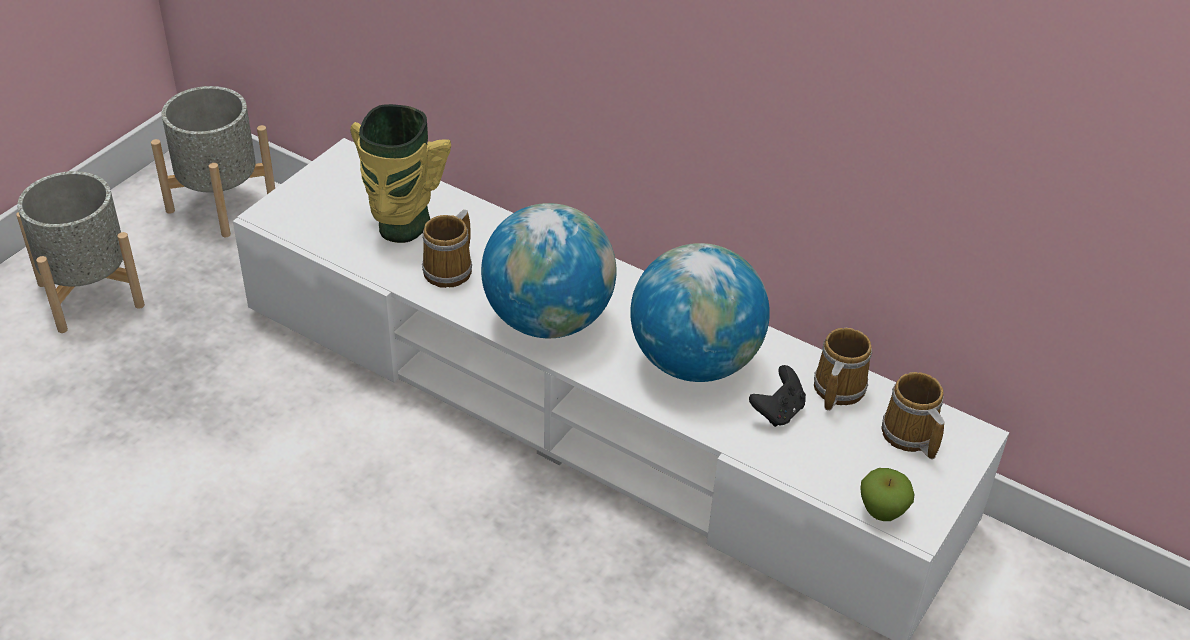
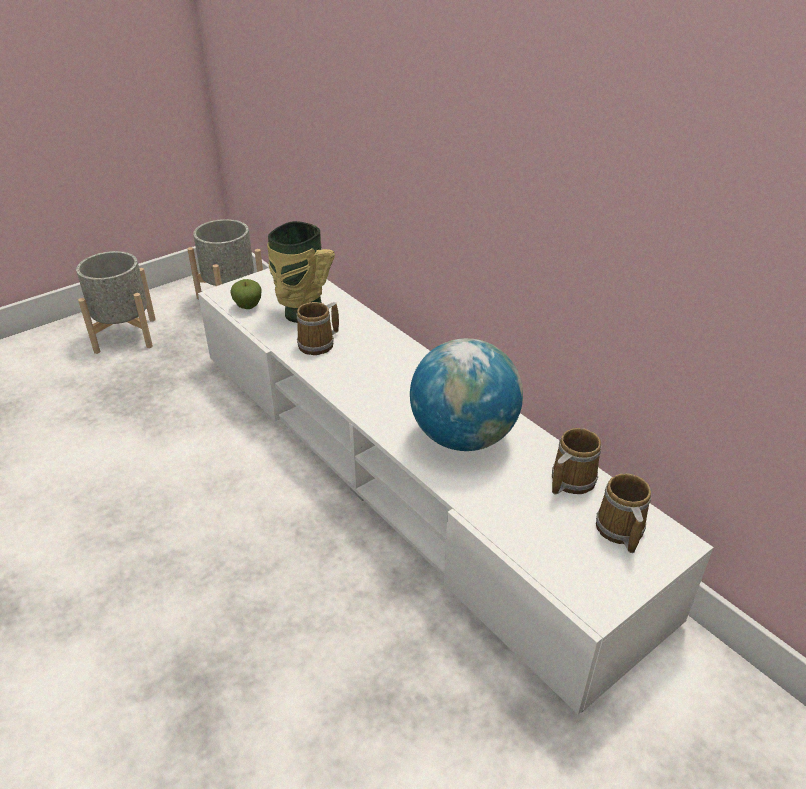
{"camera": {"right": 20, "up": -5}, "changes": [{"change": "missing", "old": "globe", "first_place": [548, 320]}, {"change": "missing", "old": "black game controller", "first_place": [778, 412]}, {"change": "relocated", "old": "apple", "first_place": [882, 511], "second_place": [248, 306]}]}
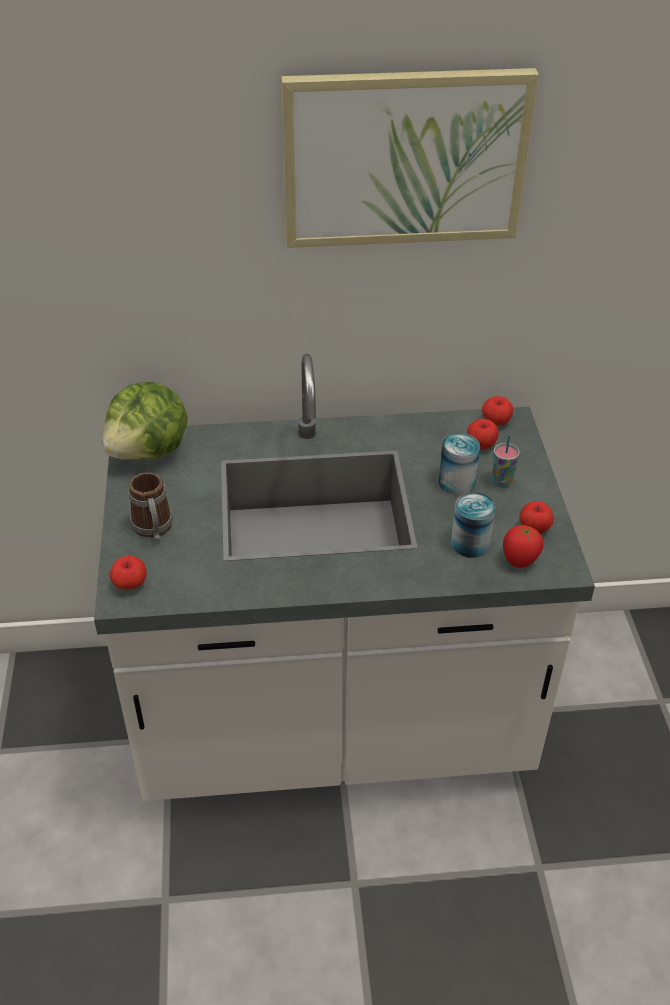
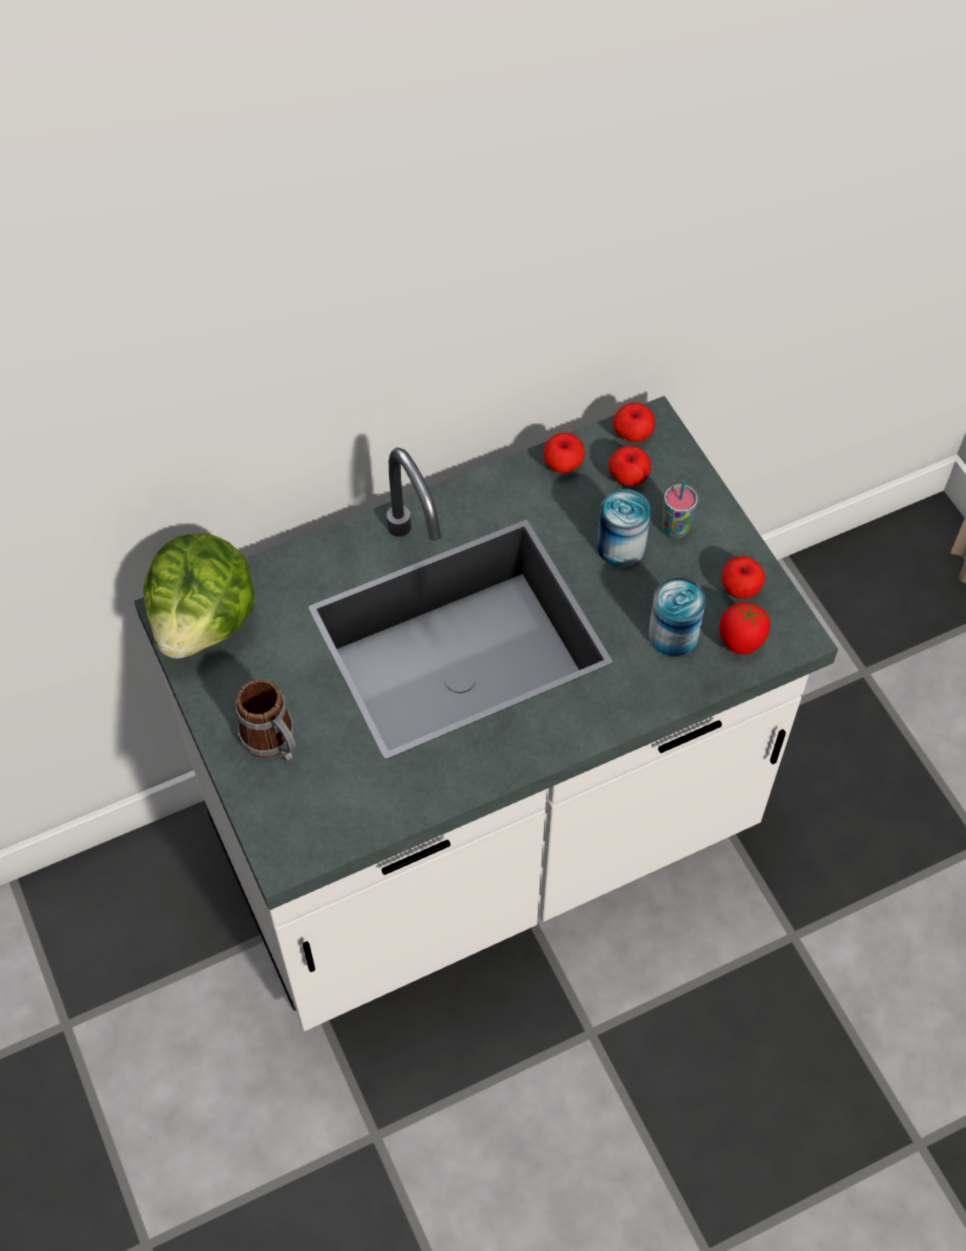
{"camera": {"right": -20, "up": 15}, "changes": [{"change": "missing", "old": "picture", "first_place": [404, 158]}, {"change": "relocated", "old": "apple", "first_place": [130, 585], "second_place": [563, 465]}]}
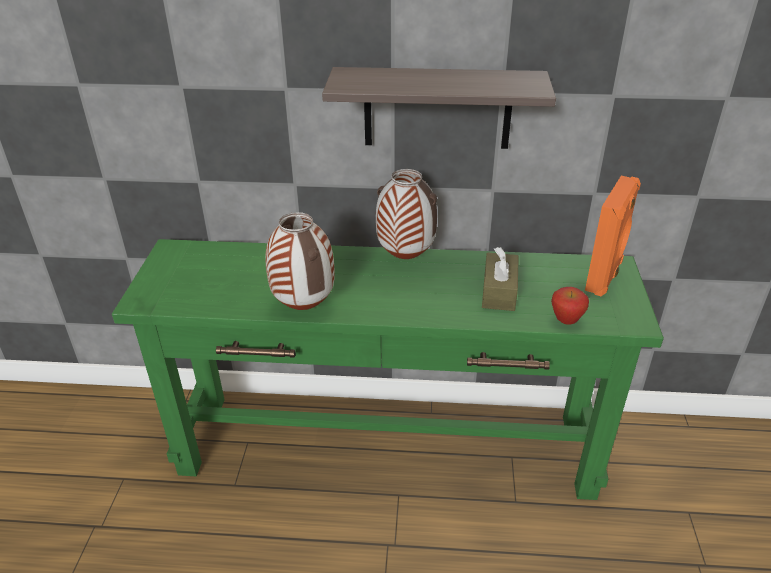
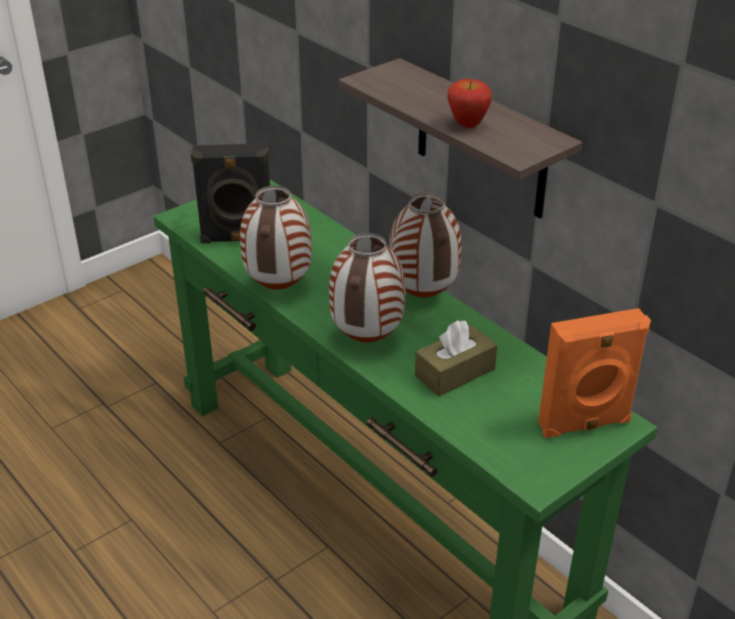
{"camera": {"right": 45, "up": 0}, "changes": [{"change": "appeared", "new": "black speaker", "second_place": [237, 239]}, {"change": "appeared", "new": "vase", "second_place": [366, 338]}, {"change": "relocated", "old": "apple", "first_place": [566, 321], "second_place": [467, 125]}]}
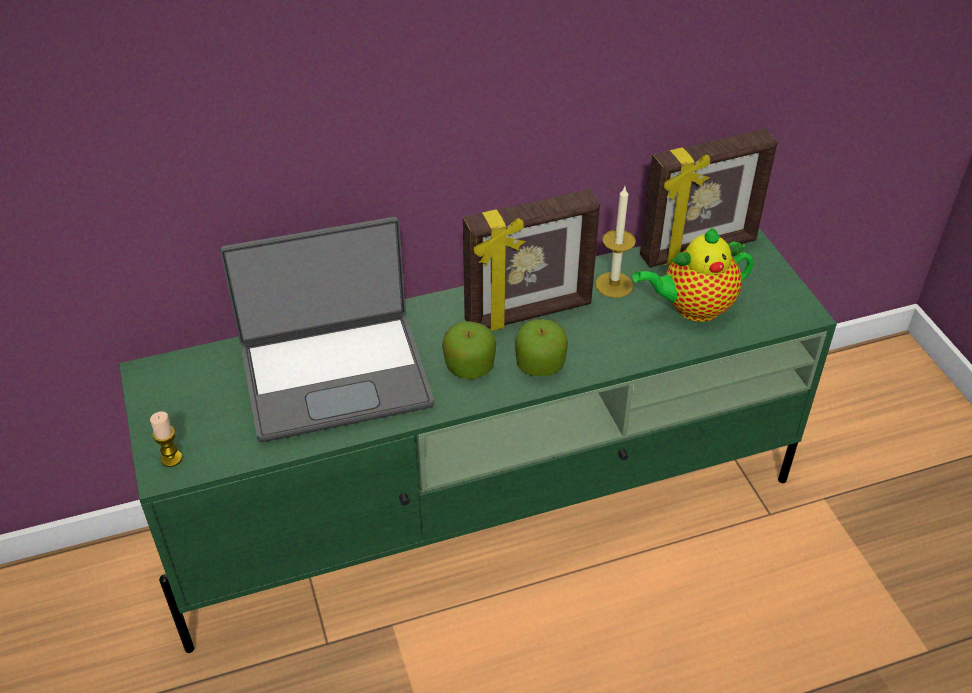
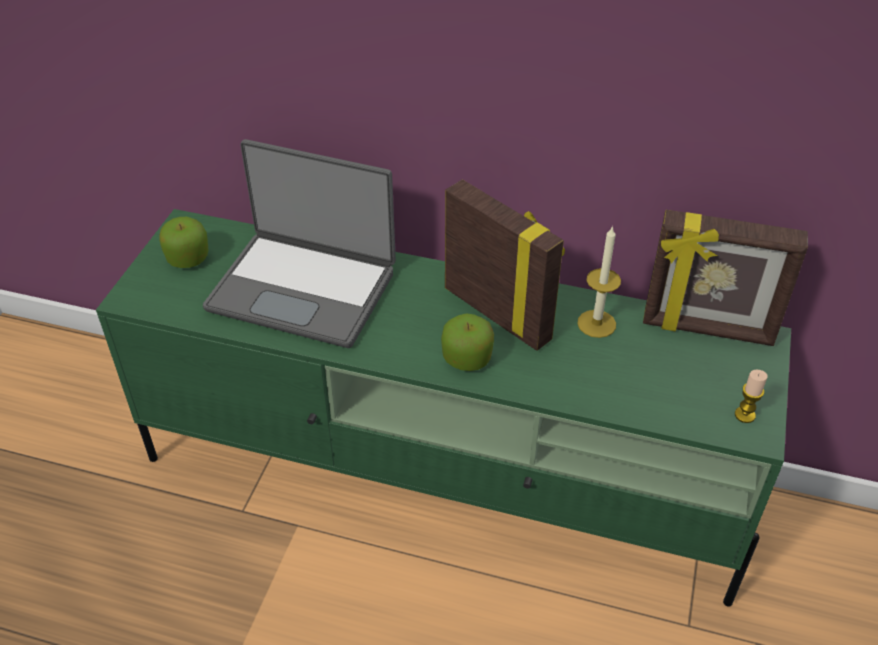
{"camera": {"right": 35, "up": 0}, "changes": [{"change": "missing", "old": "teapot", "first_place": [692, 308]}, {"change": "relocated", "old": "candle", "first_place": [171, 458], "second_place": [744, 415]}, {"change": "relocated", "old": "apple", "first_place": [469, 366], "second_place": [188, 258]}, {"change": "spun", "old": "picture frame", "first_place": [529, 314], "second_place": [498, 313], "degrees": -150}]}
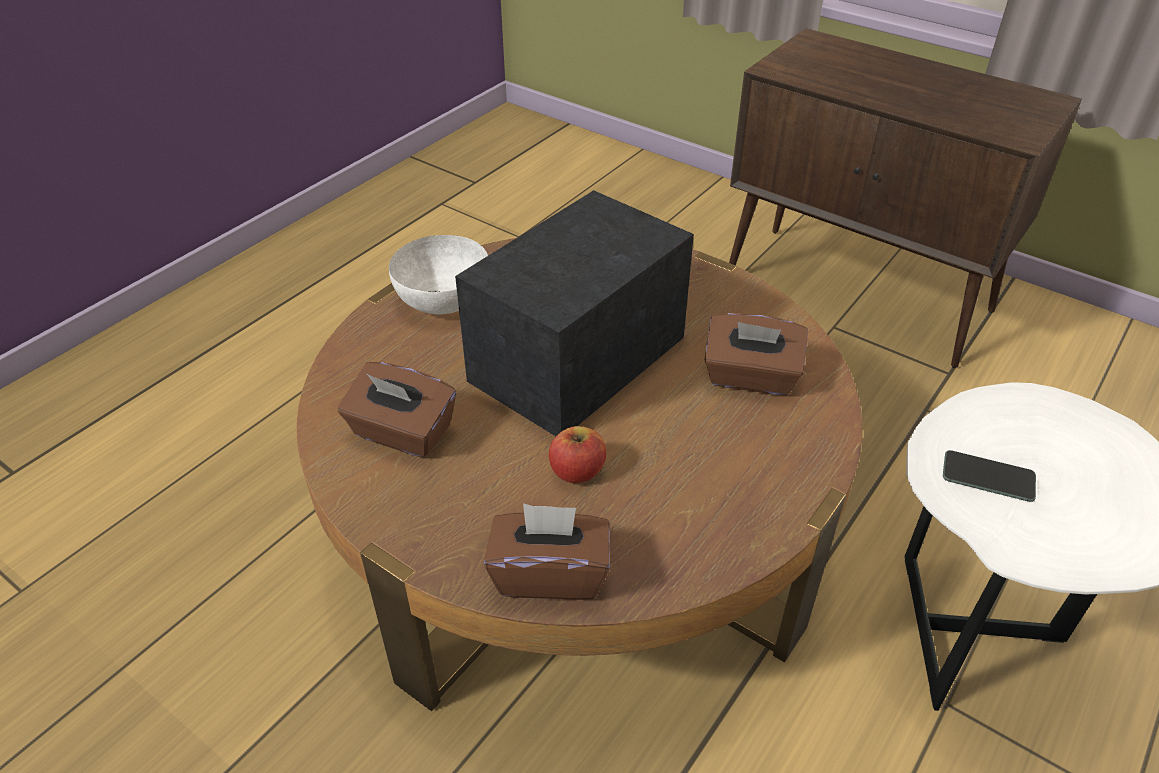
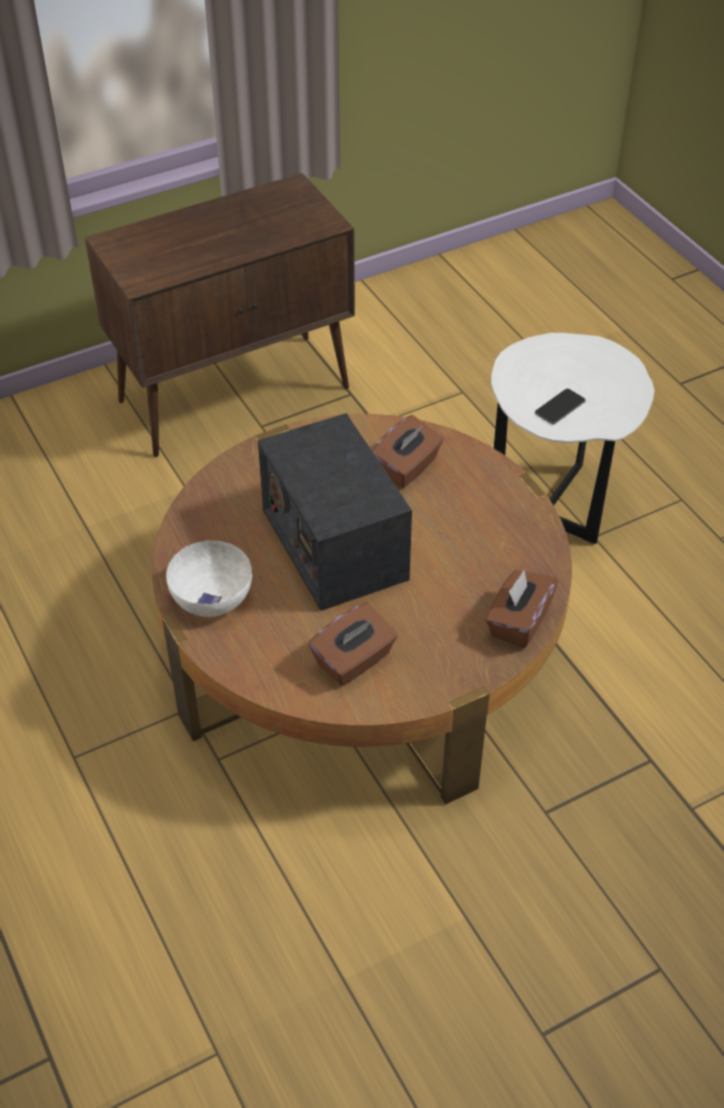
{"camera": {"right": -65, "up": 5}, "changes": [{"change": "missing", "old": "apple", "first_place": [577, 471]}]}
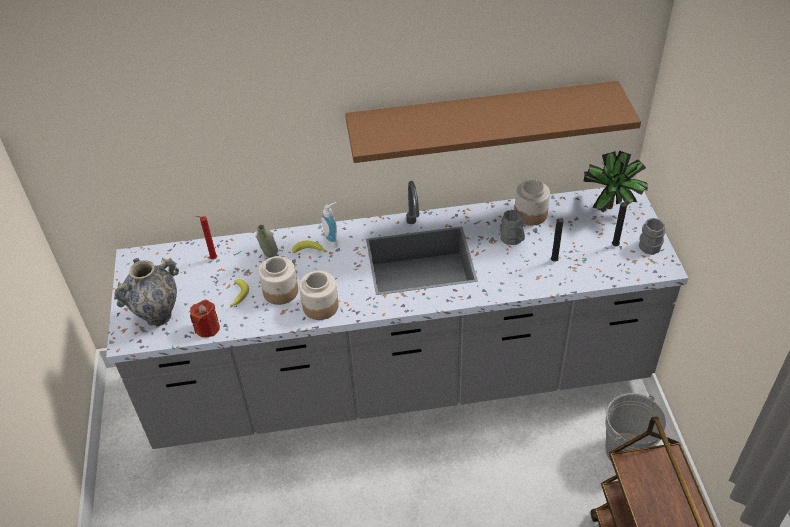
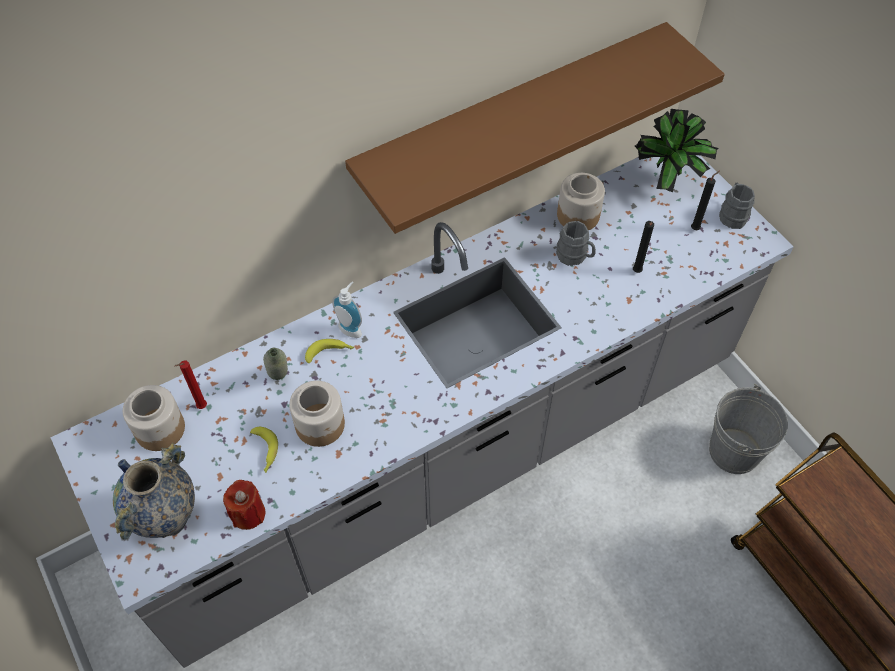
{"camera": {"right": -25, "up": 10}, "changes": [{"change": "relocated", "old": "jar", "first_place": [320, 307], "second_place": [160, 430]}]}
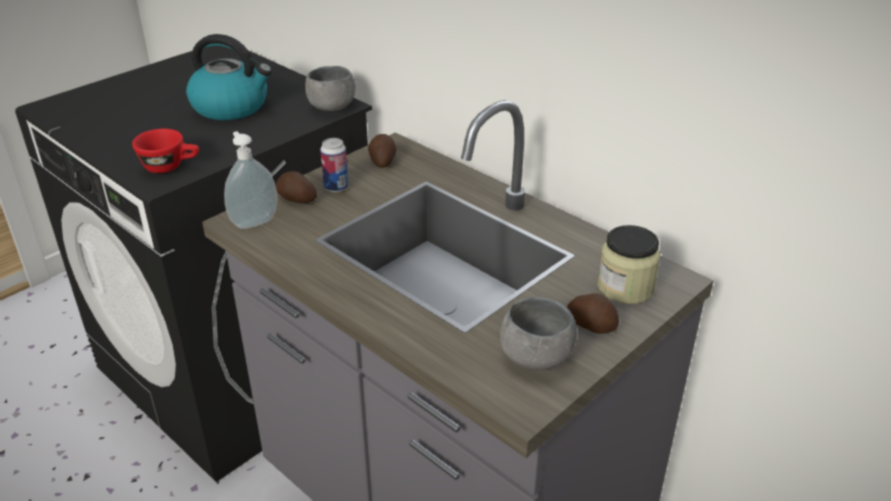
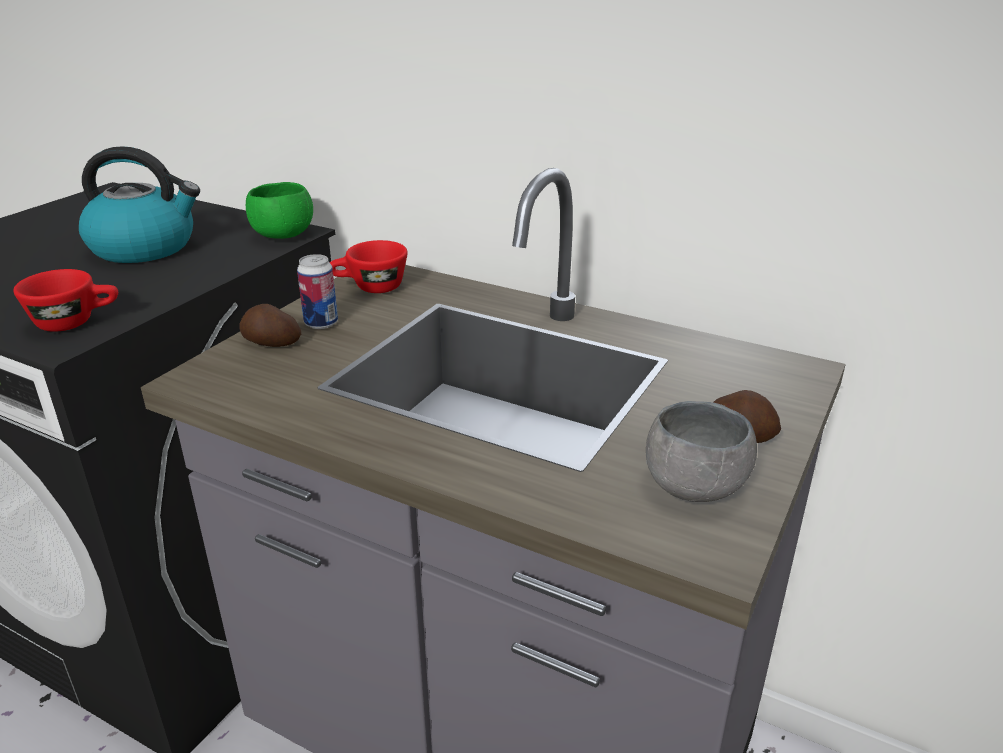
{"camera": {"right": -15, "up": -5}, "changes": [{"change": "missing", "old": "soap dispenser", "first_place": [253, 221]}, {"change": "missing", "old": "jar", "first_place": [625, 288]}, {"change": "exchanged", "old": "potato", "new": "red cup", "first_place": [382, 161], "second_place": [370, 288]}, {"change": "colour", "old": "grey bowl", "new": "green bowl", "first_place": [332, 107], "second_place": [283, 235]}]}
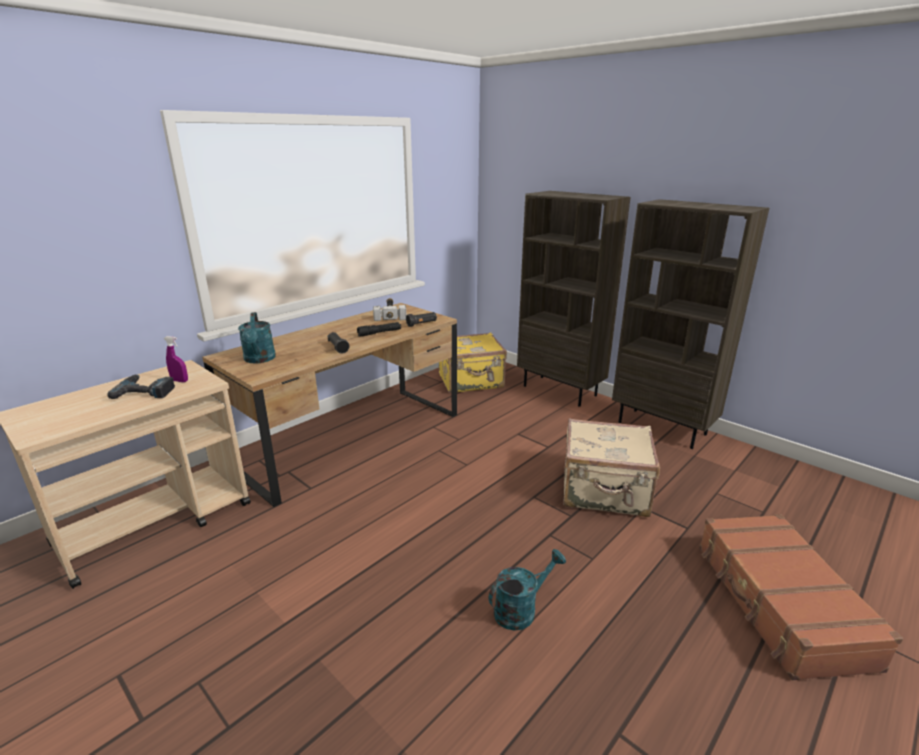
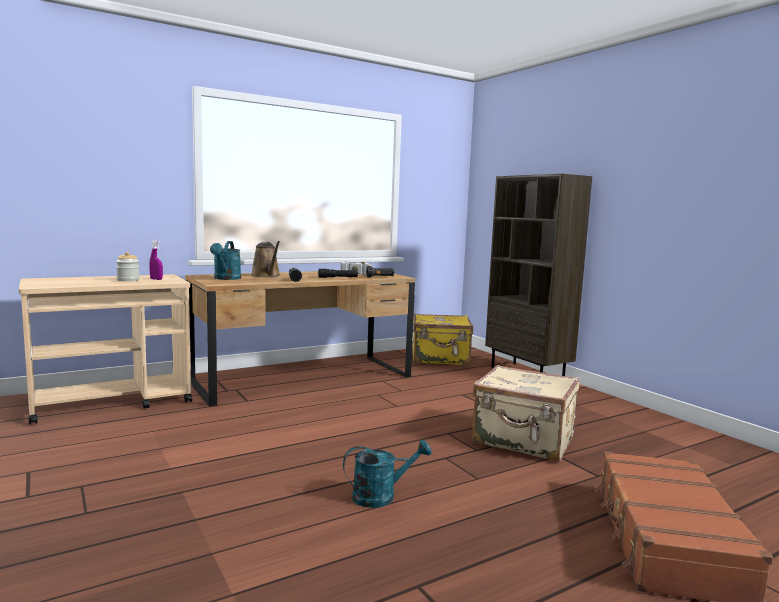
{"camera": {"right": 15, "up": -15}, "changes": [{"change": "missing", "old": "brown bookcase", "first_place": [662, 428]}, {"change": "appeared", "new": "brown watering can", "second_place": [266, 276]}, {"change": "exchanged", "old": "power drill", "new": "jar", "first_place": [146, 391], "second_place": [128, 280]}]}
